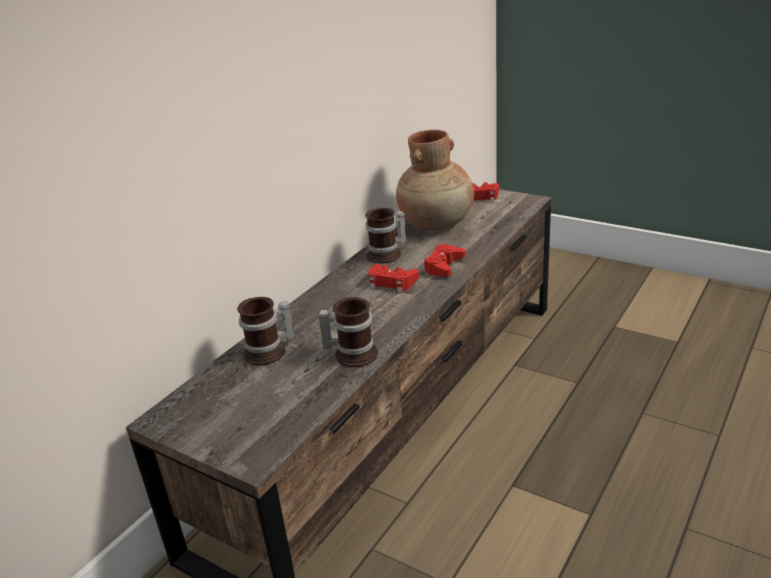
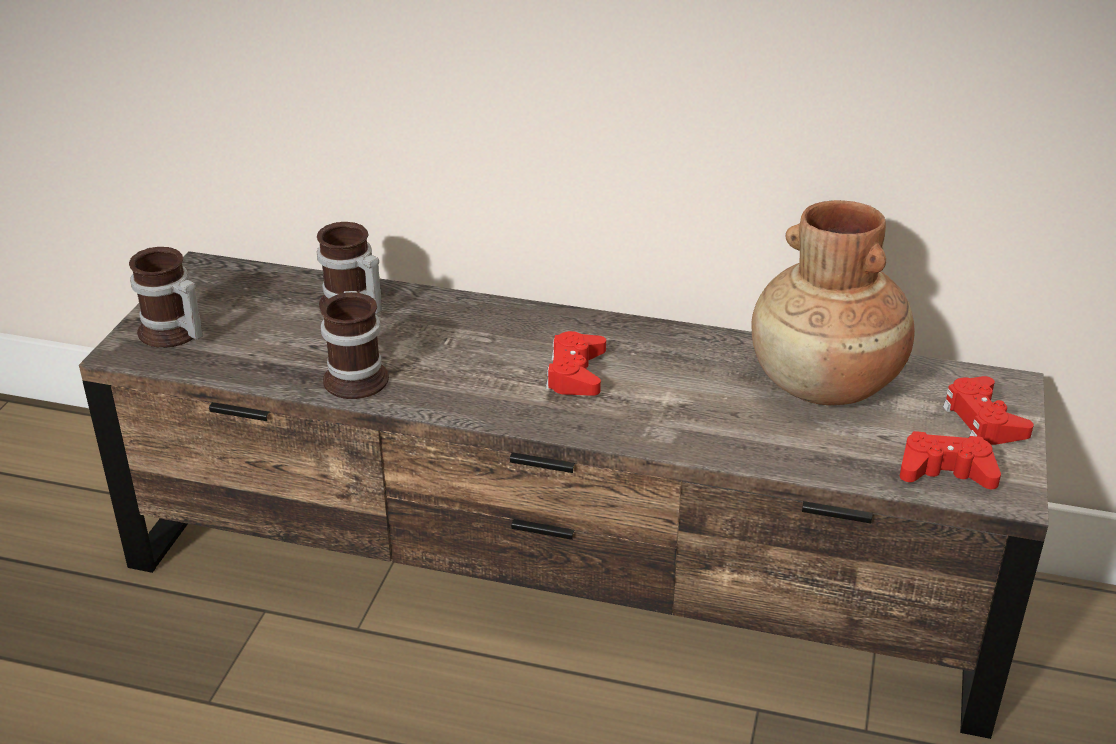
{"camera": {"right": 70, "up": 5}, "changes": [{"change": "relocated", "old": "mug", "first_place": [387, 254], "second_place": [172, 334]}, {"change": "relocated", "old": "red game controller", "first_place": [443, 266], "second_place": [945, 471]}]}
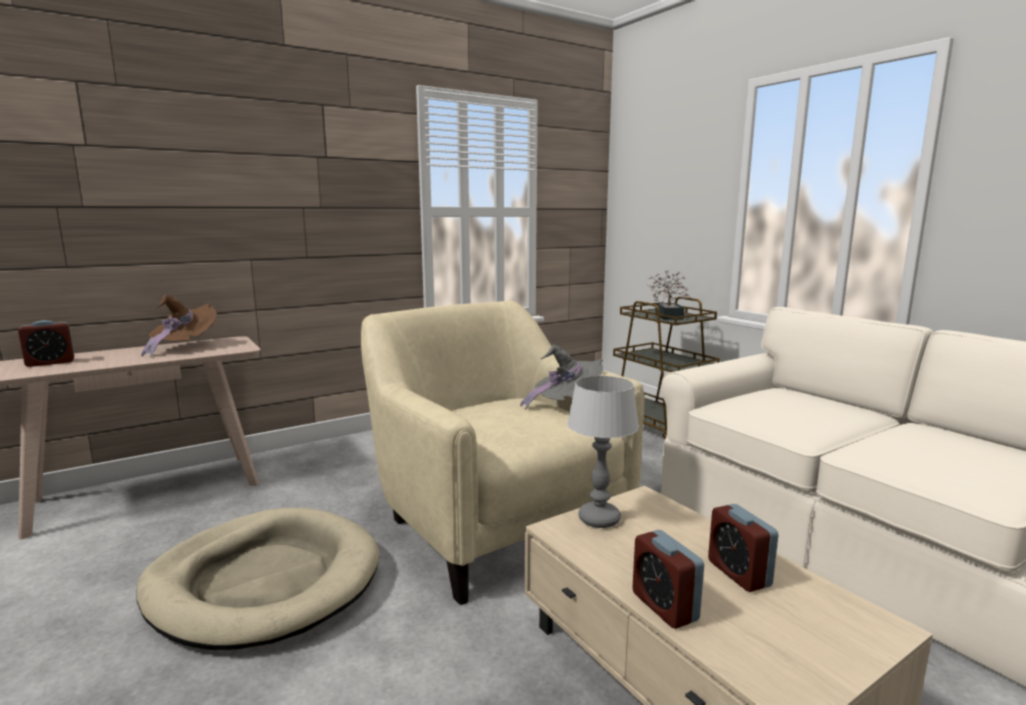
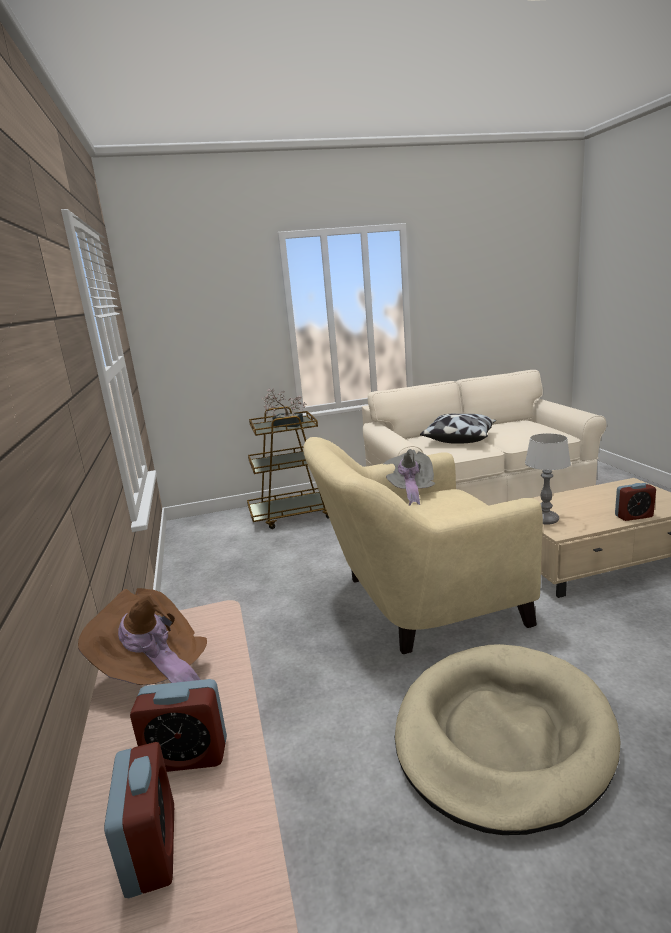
{"camera": {"right": -70, "up": 5}, "changes": [{"change": "appeared", "new": "pillow", "second_place": [459, 439]}, {"change": "relocated", "old": "alarm clock", "first_place": [738, 573], "second_place": [187, 756]}]}
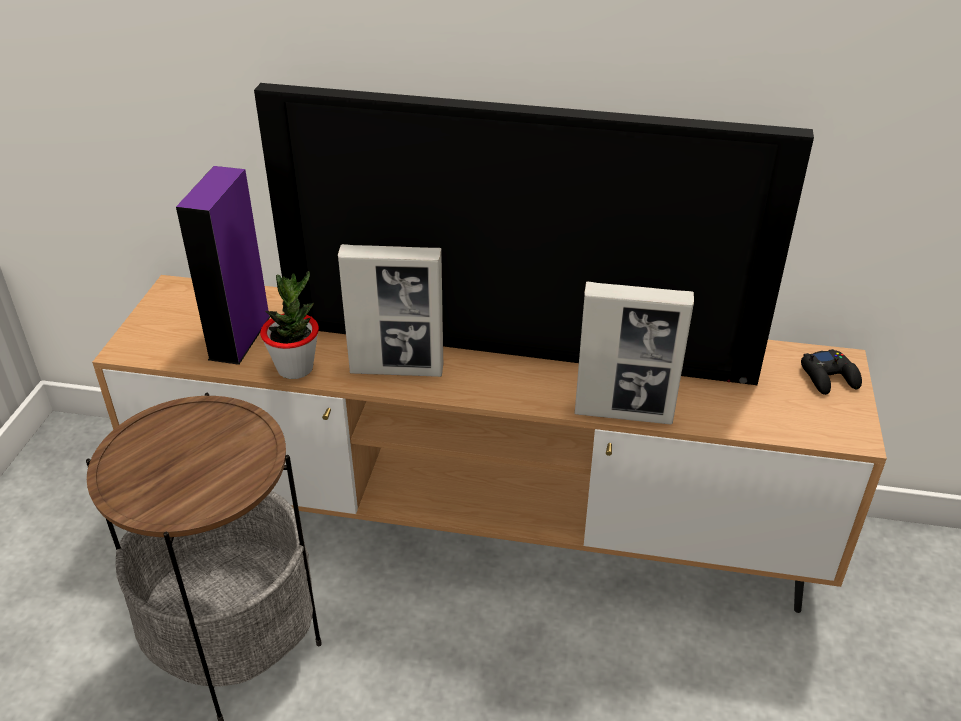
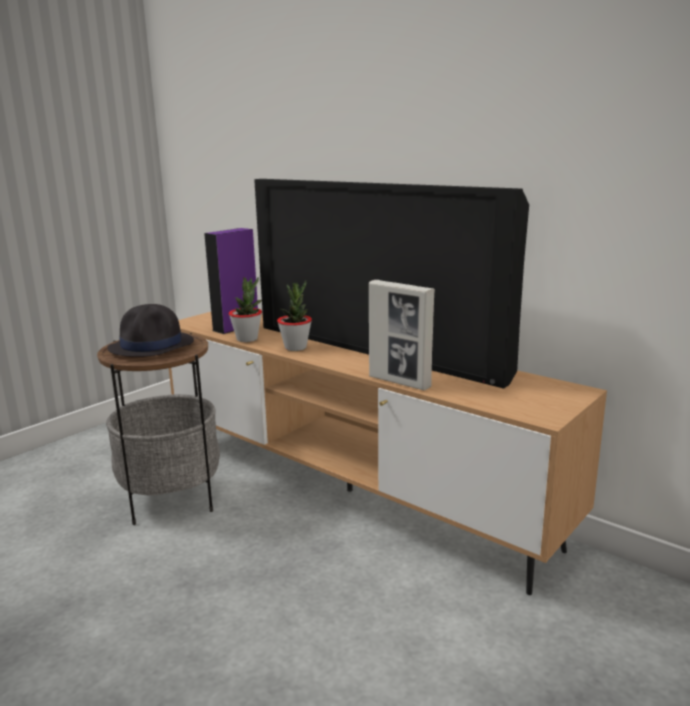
{"camera": {"right": 30, "up": -20}, "changes": [{"change": "missing", "old": "black game controller", "first_place": [829, 377]}, {"change": "appeared", "new": "black hat", "second_place": [152, 346]}, {"change": "exchanged", "old": "picture frame", "new": "potted plant", "first_place": [397, 369], "second_place": [295, 347]}]}
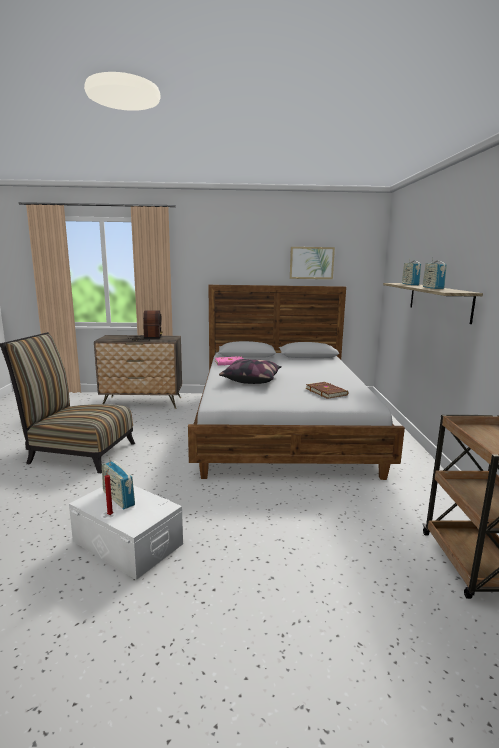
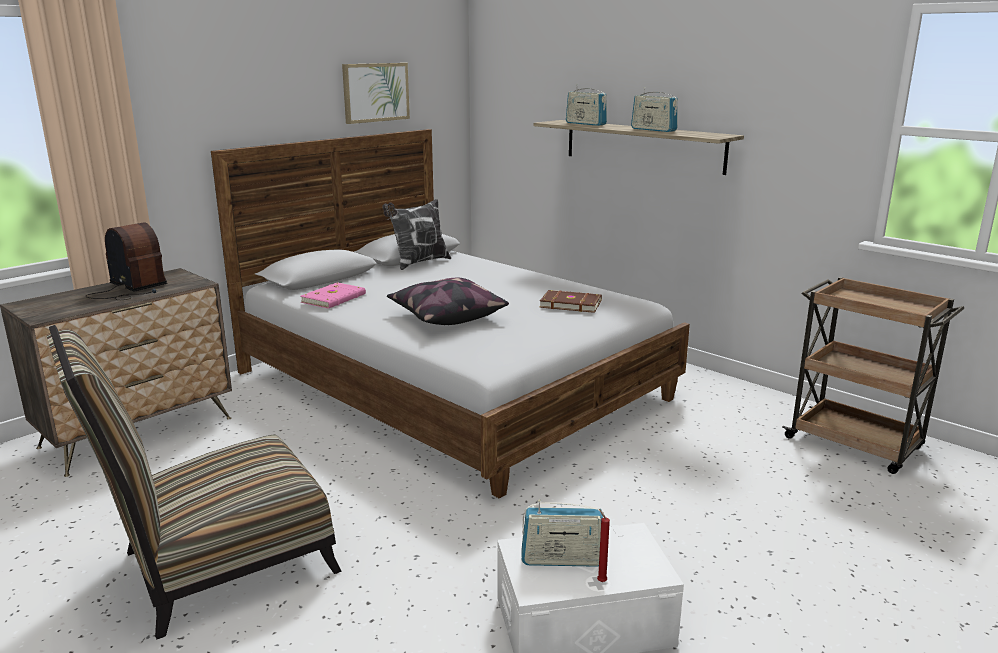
{"camera": {"right": -45, "up": 5}, "changes": [{"change": "appeared", "new": "pillow", "second_place": [419, 262]}]}
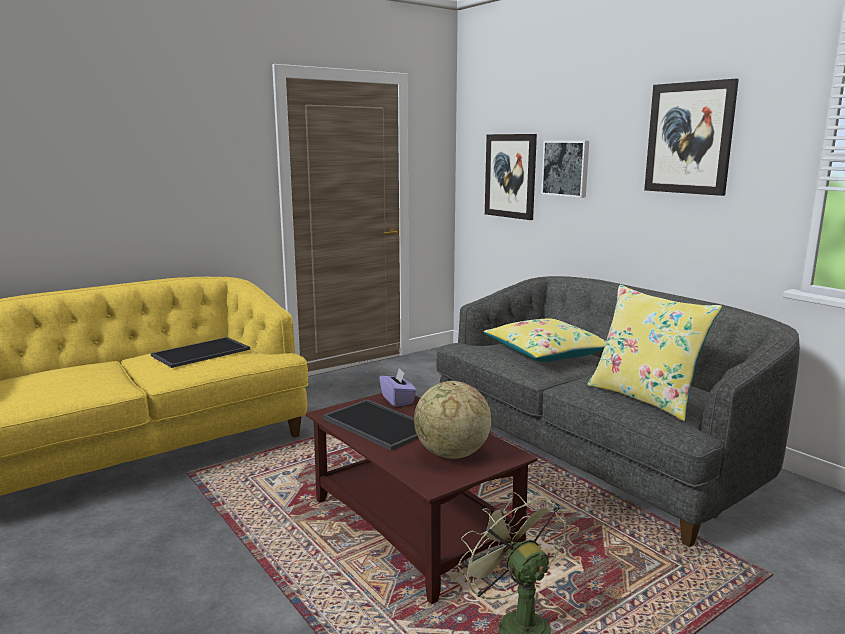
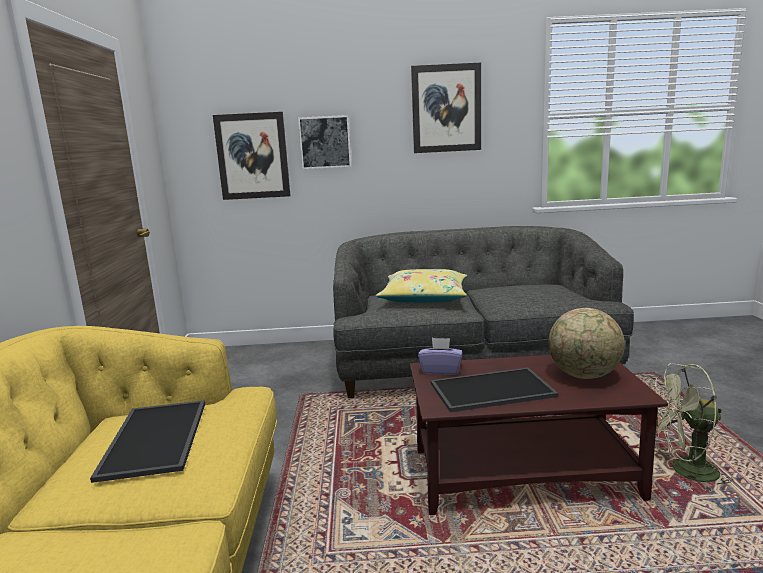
{"camera": {"right": -55, "up": 0}, "changes": [{"change": "missing", "old": "yellow pillow", "first_place": [645, 398]}]}
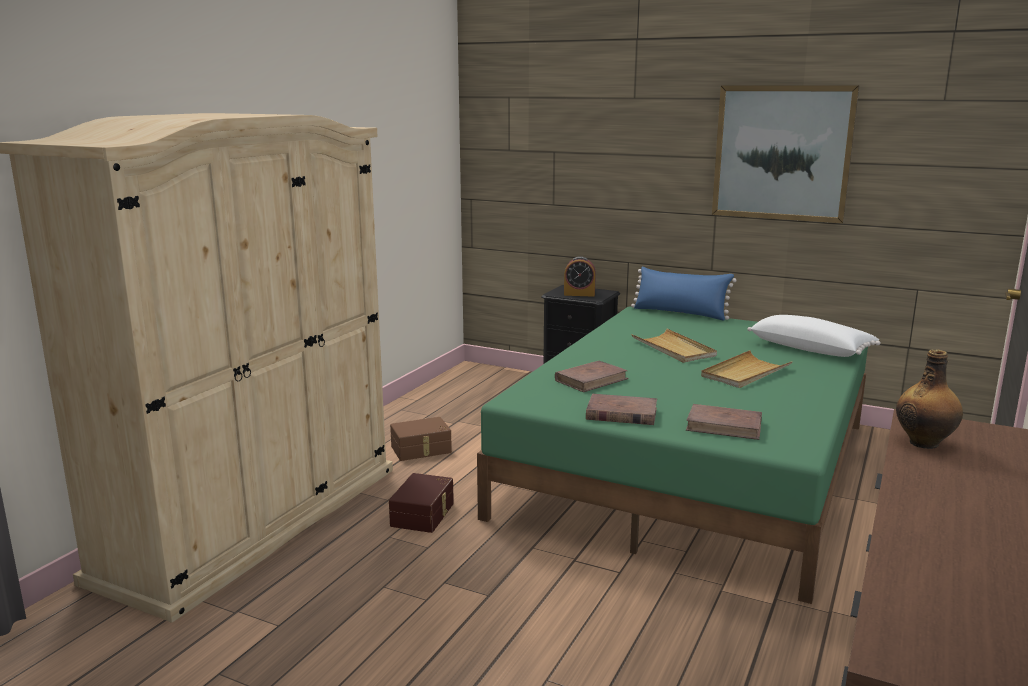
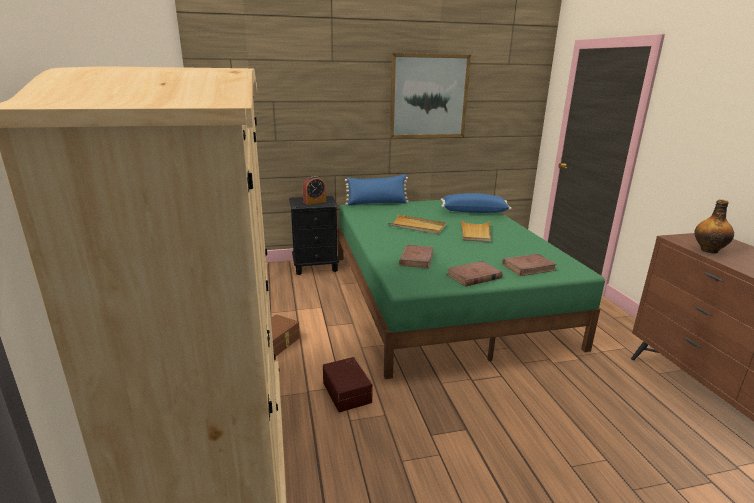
{"camera": {"right": -40, "up": 5}, "changes": [{"change": "colour", "old": "white pillow", "new": "blue pillow", "first_place": [811, 349], "second_place": [474, 211]}]}
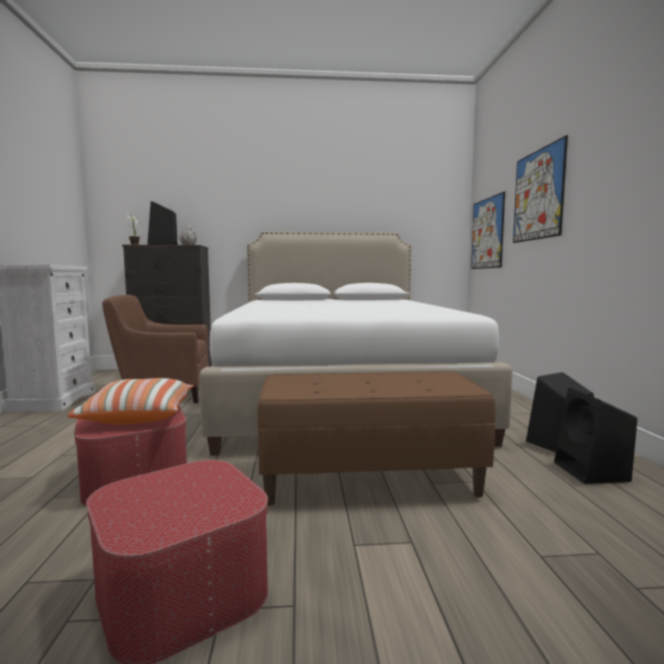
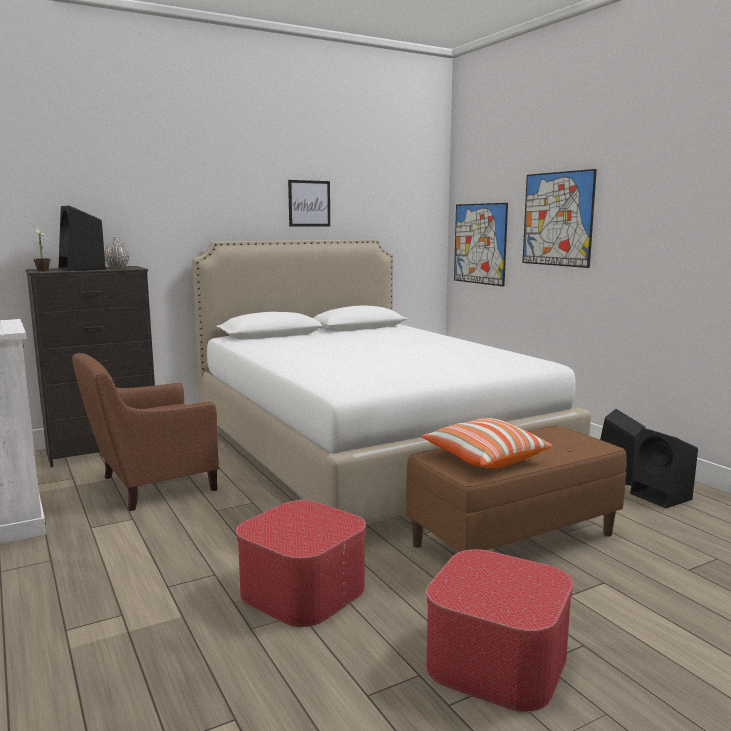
{"camera": {"right": -25, "up": 5}, "changes": [{"change": "appeared", "new": "picture", "second_place": [309, 203]}, {"change": "relocated", "old": "pillow", "first_place": [139, 416], "second_place": [484, 458]}]}
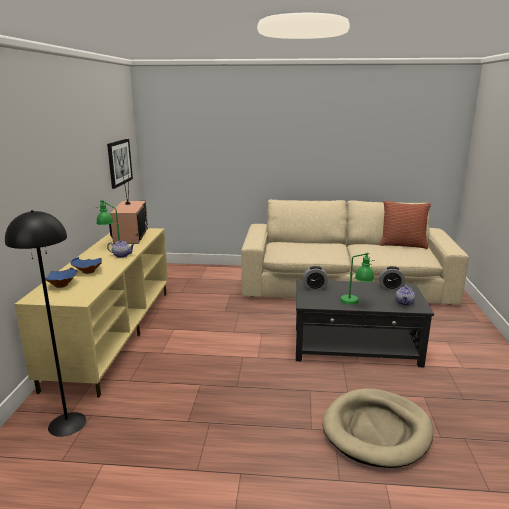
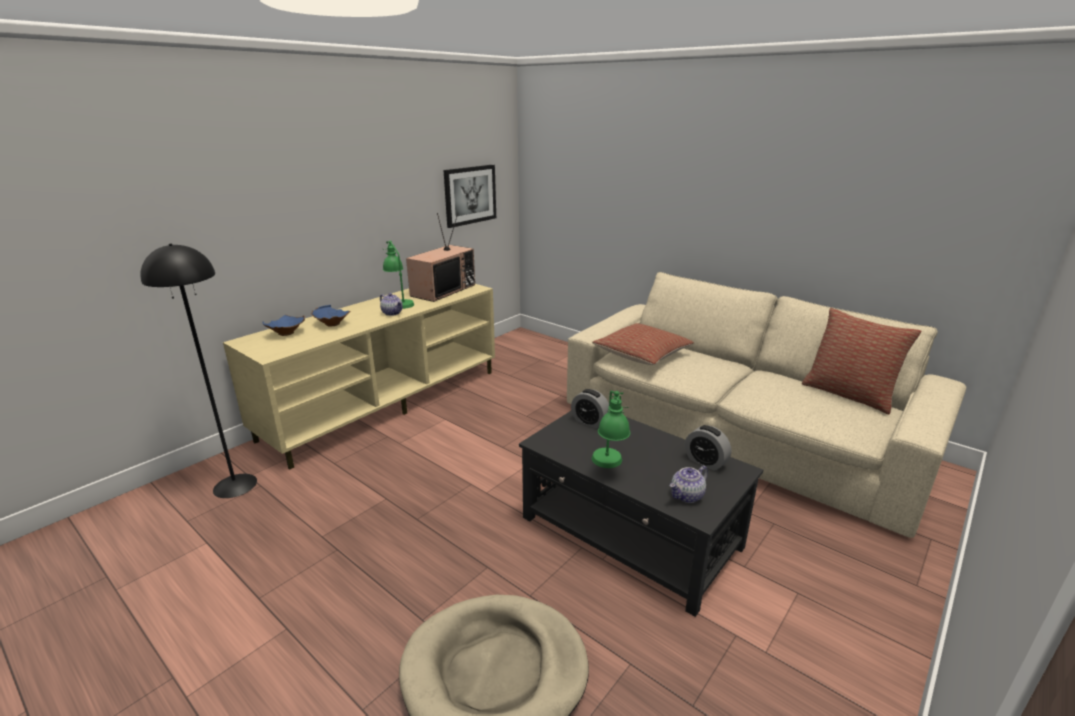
{"camera": {"right": 35, "up": 5}, "changes": [{"change": "appeared", "new": "pillow", "second_place": [642, 354]}]}
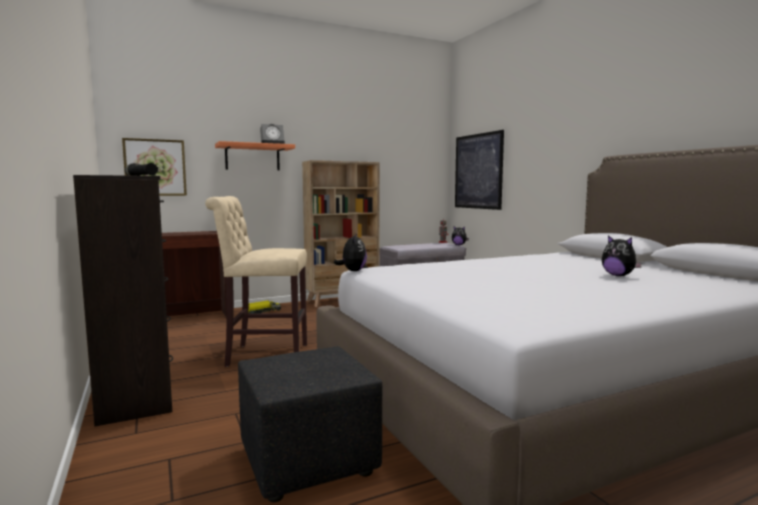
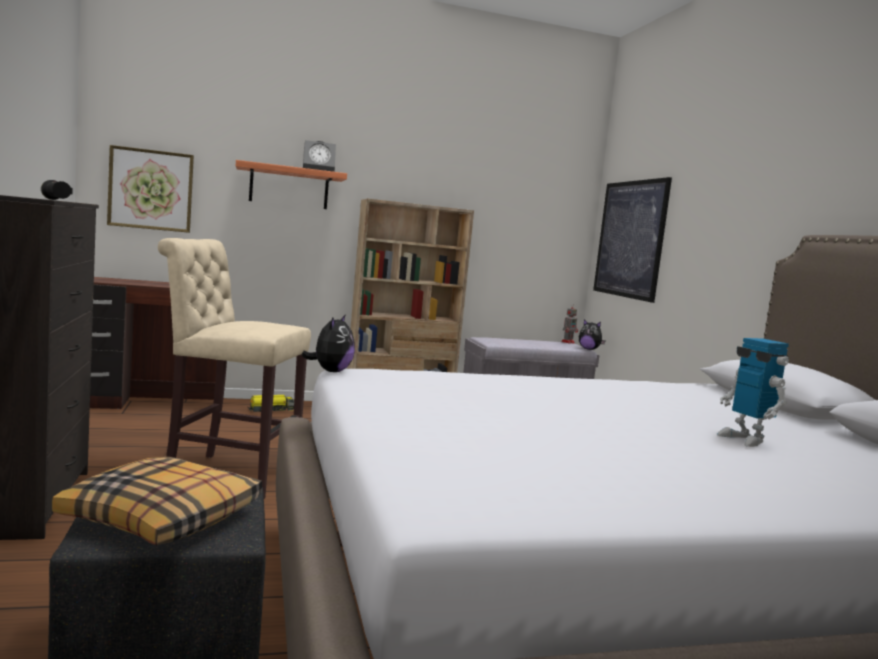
{"camera": {"right": 10, "up": 0}, "changes": [{"change": "appeared", "new": "pillow", "second_place": [163, 518]}, {"change": "exchanged", "old": "plush toy", "new": "toy robot", "first_place": [618, 276], "second_place": [746, 439]}]}
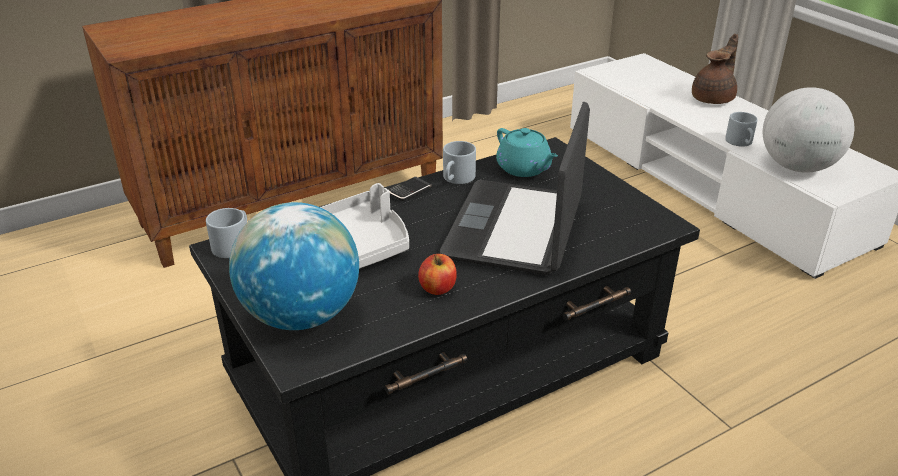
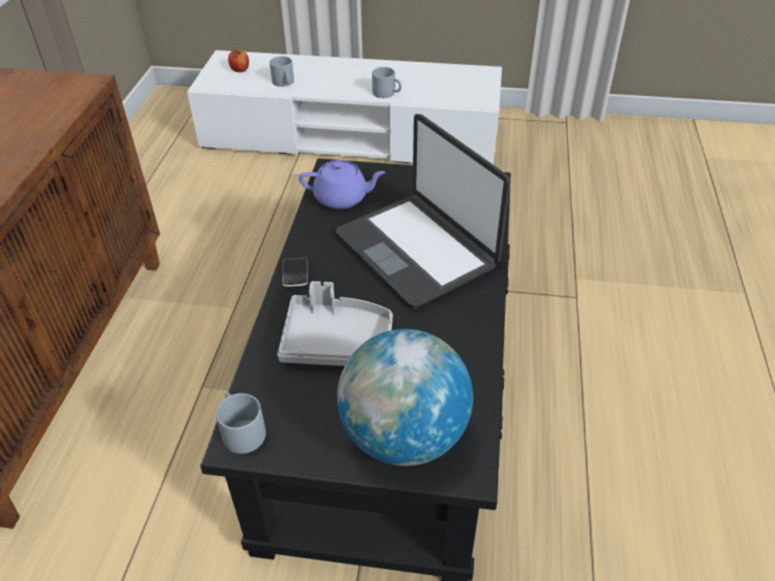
{"camera": {"right": -50, "up": 10}, "changes": [{"change": "missing", "old": "brown teapot", "first_place": [714, 98]}, {"change": "missing", "old": "globe", "first_place": [797, 167]}, {"change": "relocated", "old": "apple", "first_place": [438, 288], "second_place": [240, 69]}, {"change": "relocated", "old": "grey mug", "first_place": [457, 179], "second_place": [284, 83]}, {"change": "colour", "old": "turquoise teapot", "new": "purple teapot", "first_place": [524, 169], "second_place": [342, 198]}]}
